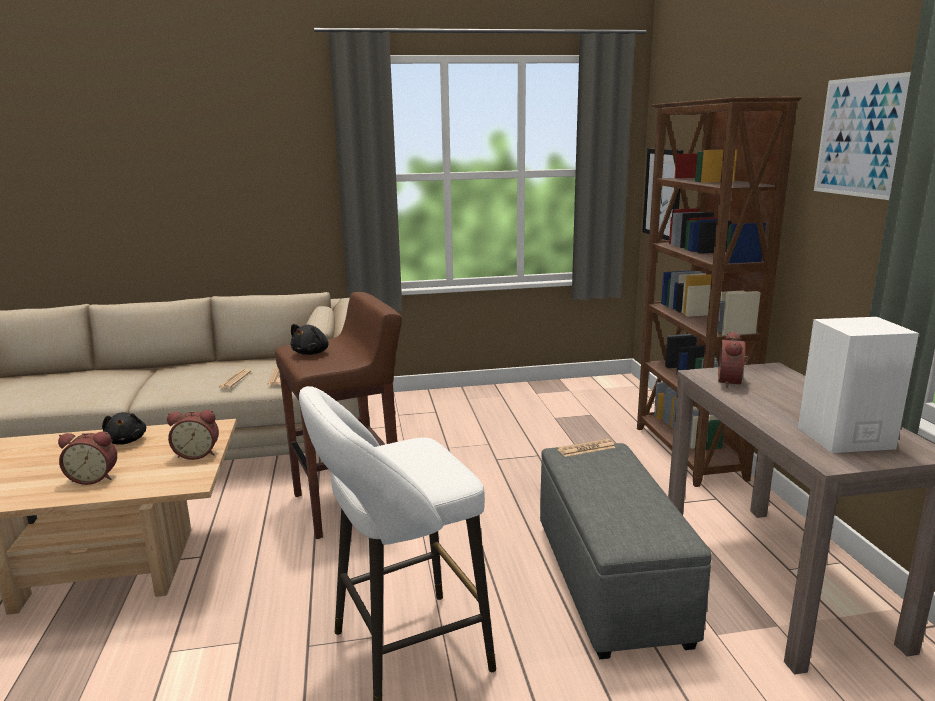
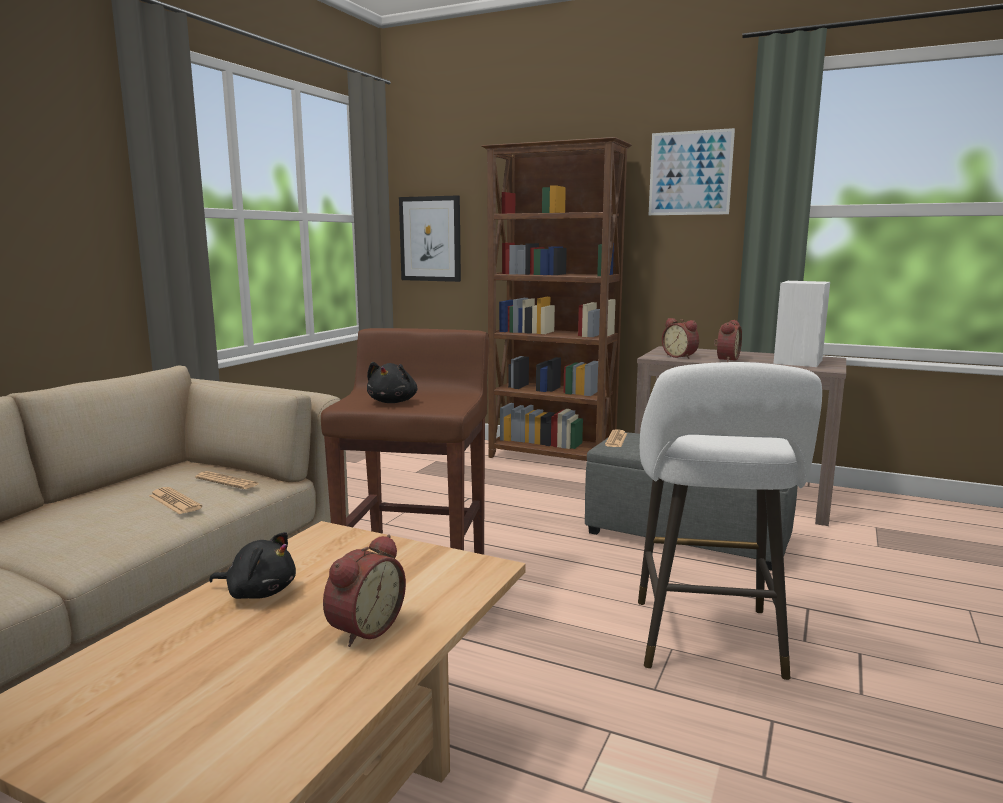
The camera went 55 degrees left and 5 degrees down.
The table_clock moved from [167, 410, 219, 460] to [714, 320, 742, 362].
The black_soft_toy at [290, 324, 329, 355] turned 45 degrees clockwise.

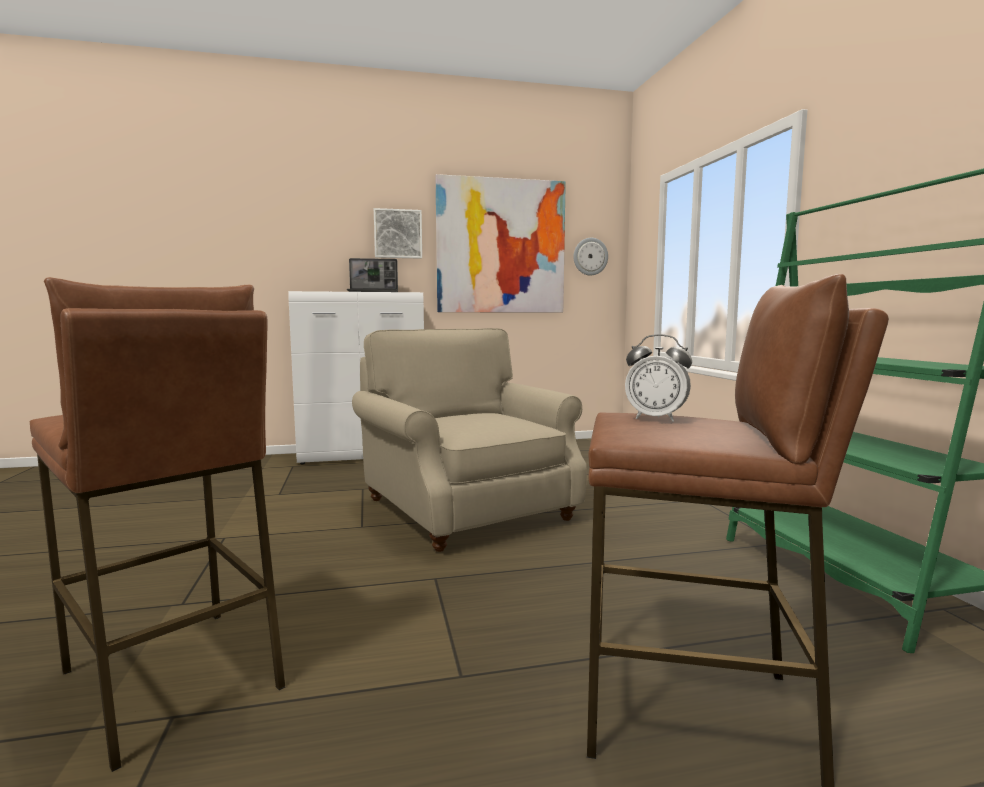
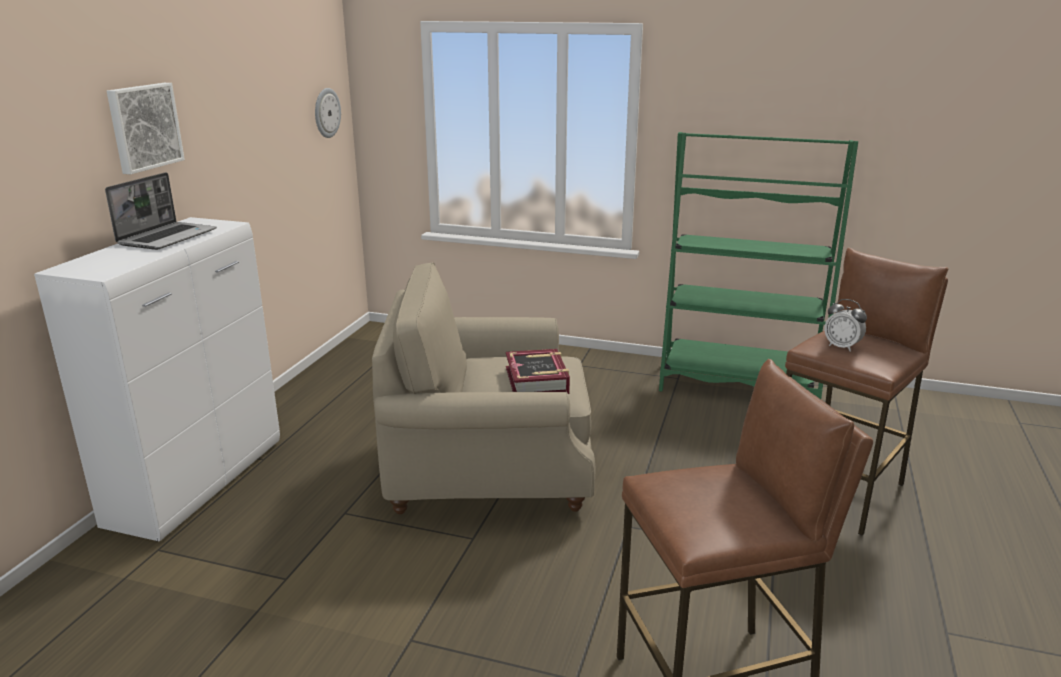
The camera went 60 degrees left and 15 degrees up.
The wall_art at [435, 174, 566, 312] disappeared.
The table_clock at [625, 334, 692, 422] turned 75 degrees clockwise.
The volume at [506, 349, 570, 394] appeared.

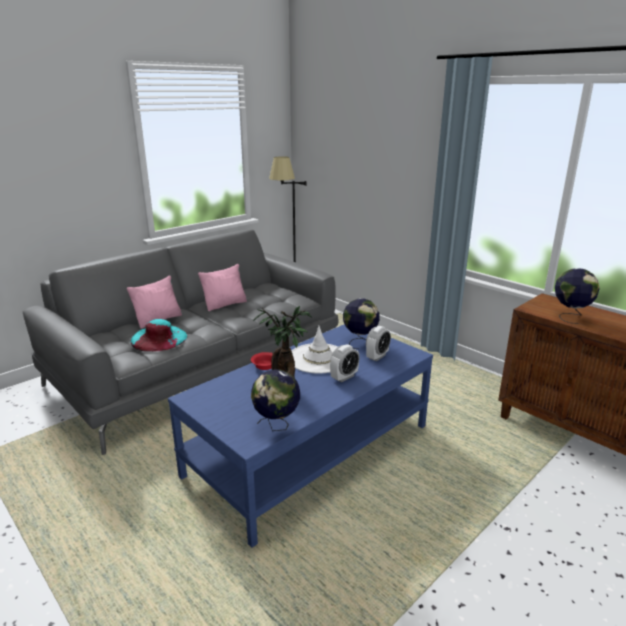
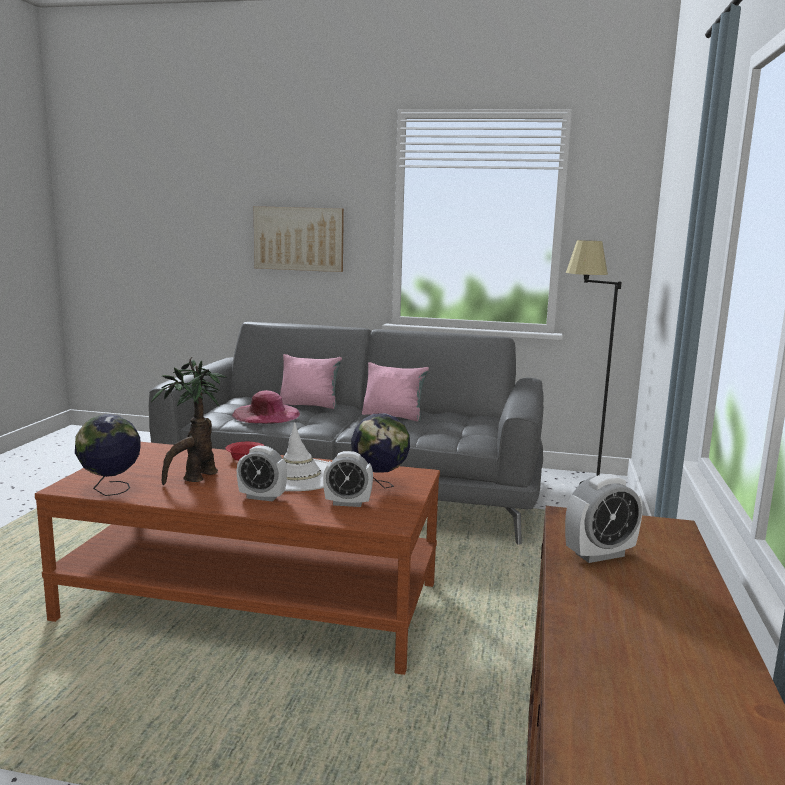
The camera went 55 degrees right and 10 degrees down.
The turquoise_hat at [131, 319, 187, 352] became the pink_hat at [232, 390, 300, 424].
The bluish_low_table at [168, 324, 433, 548] became the brownish_low_table at [35, 442, 440, 675].
The globe at [555, 268, 599, 324] was replaced by the table_clock at [565, 474, 642, 563].
The wall_art at [254, 206, 344, 272] appeared.

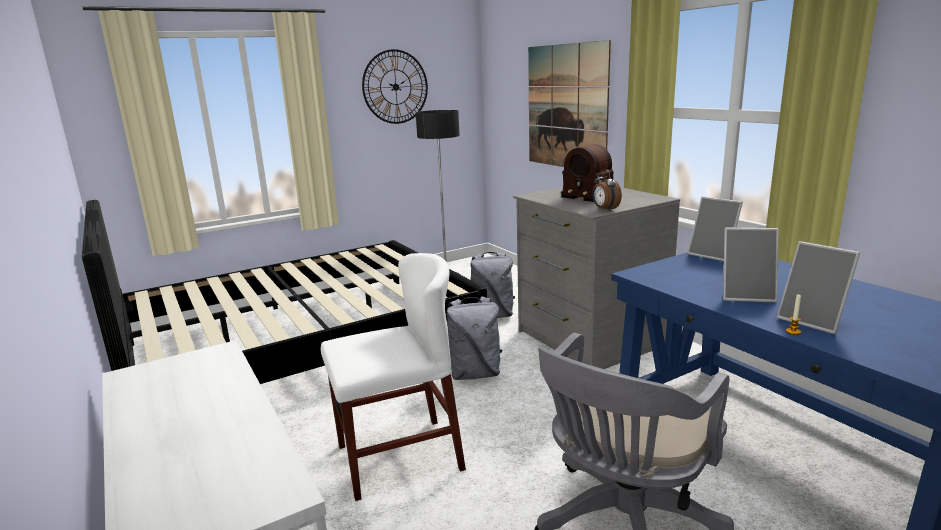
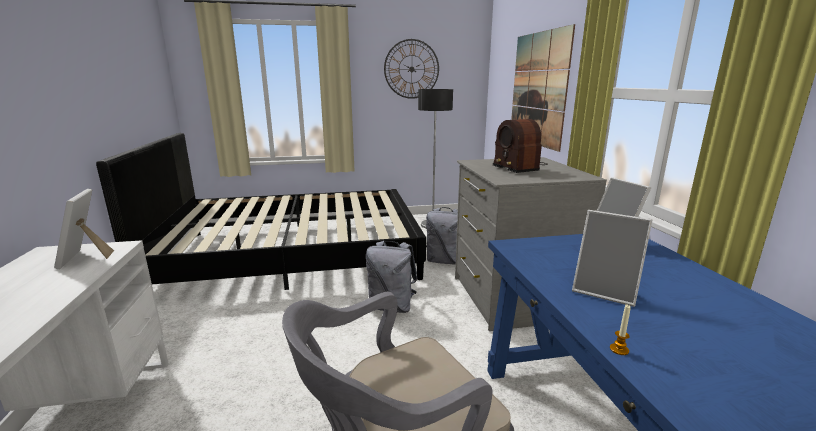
The camera went 20 degrees right and 0 degrees up.
The whitish_chair at [321, 253, 466, 501] disappeared.
The table_clock at [592, 169, 622, 211] disappeared.
The standing_frame moved from [777, 241, 860, 334] to [54, 189, 114, 269].

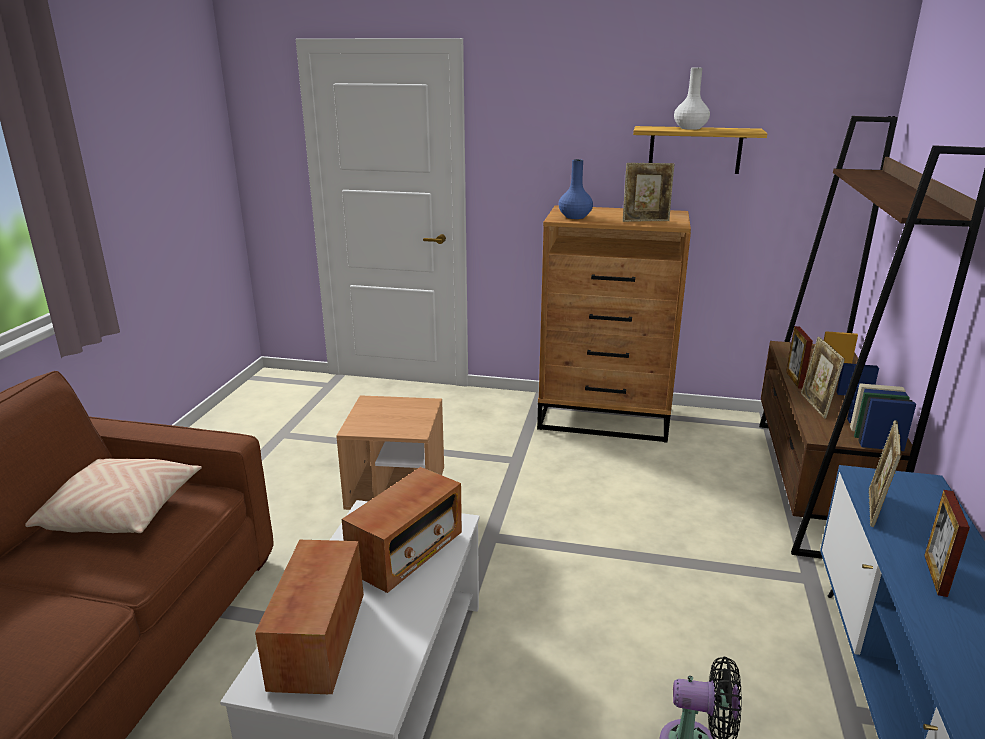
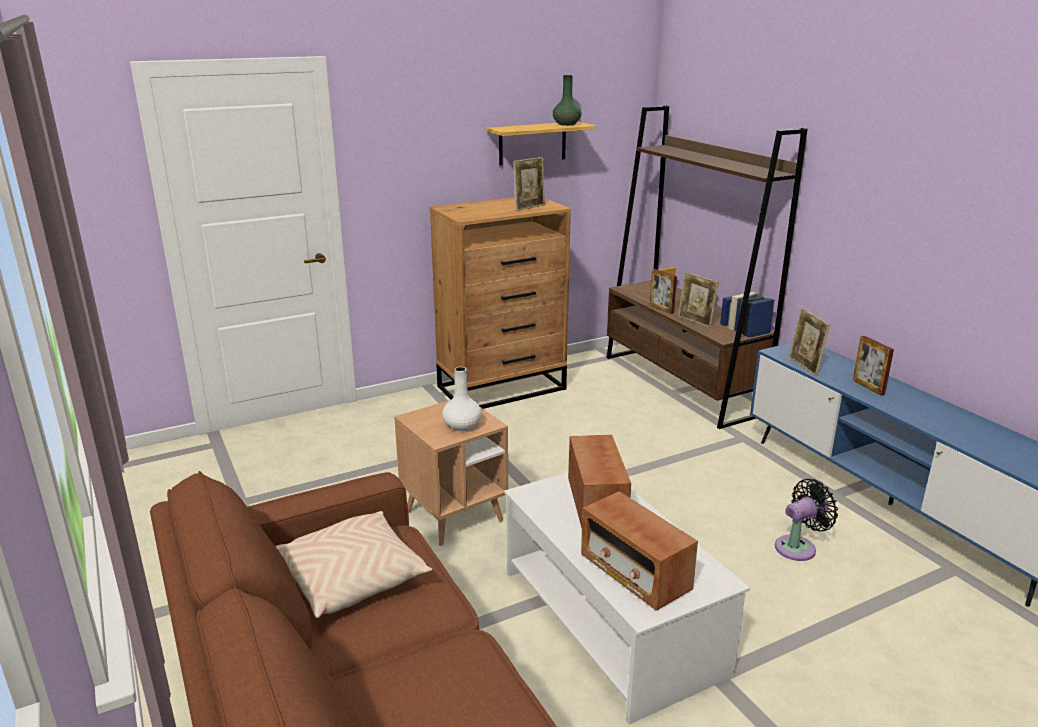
The camera went 40 degrees left and 0 degrees up.
The bluish_vase at [558, 159, 593, 219] disappeared.
The whitish_vase moved from [674, 68, 710, 130] to [442, 367, 481, 431].
The green-coloured_vase at [553, 75, 582, 126] appeared.

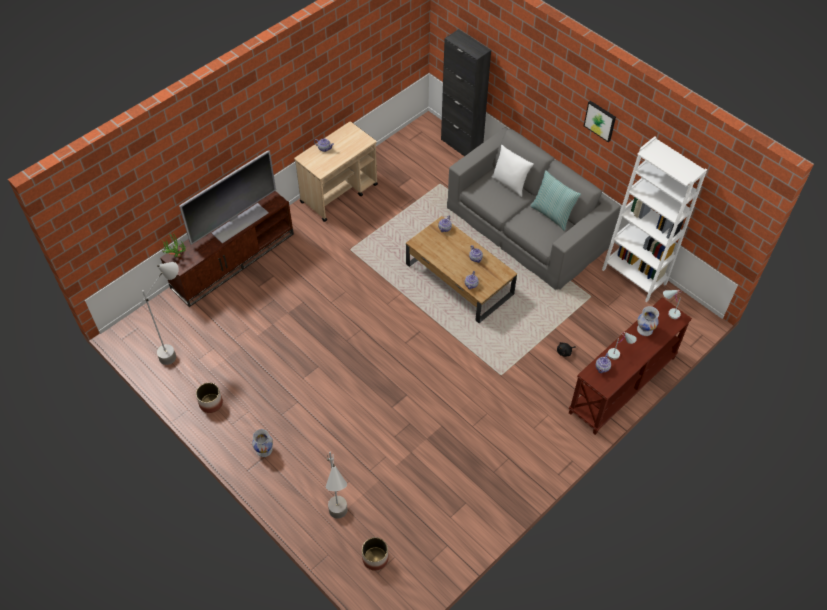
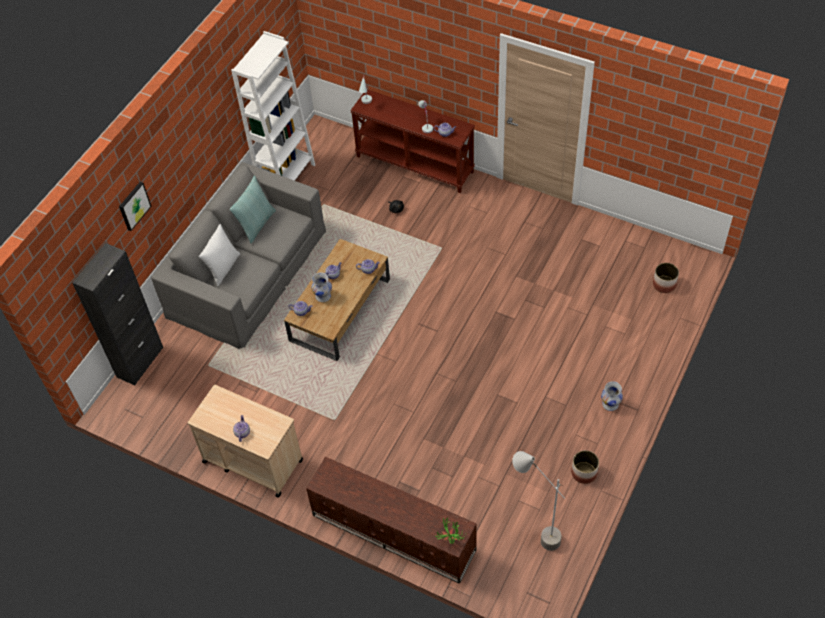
The camera went 105 degrees left and 0 degrees up.
The TV at [179, 150, 276, 245] disappeared.
The grey_floor_lamp at [326, 452, 348, 519] disappeared.
The wall_art moved from [584, 101, 616, 142] to [119, 182, 152, 231].
The whitish_vase moved from [637, 306, 659, 336] to [311, 272, 332, 302].

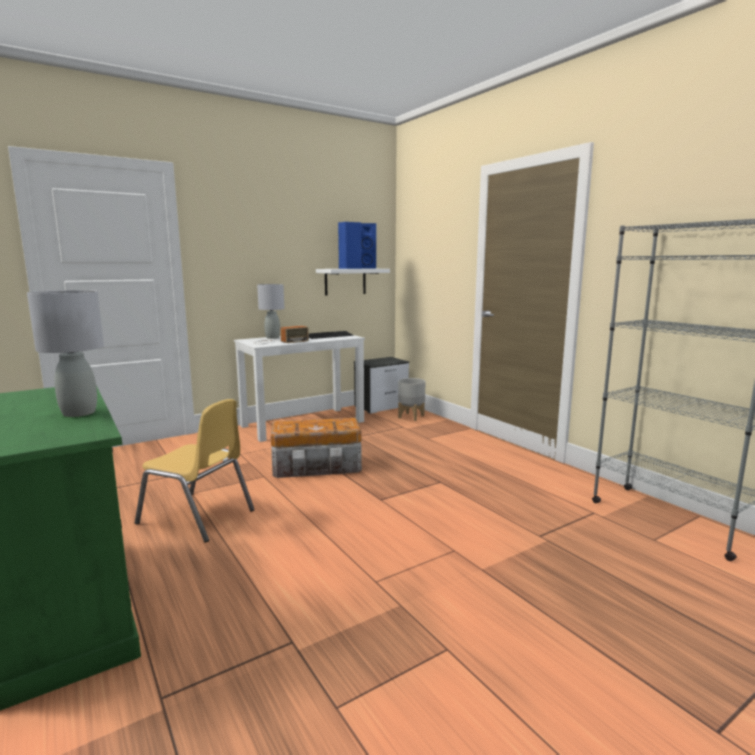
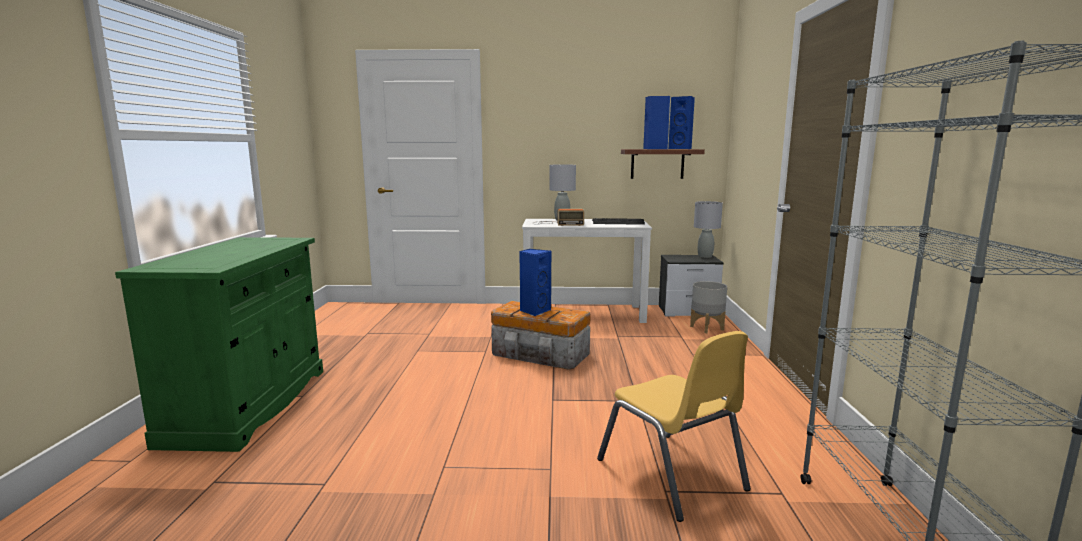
The camera went 35 degrees right and 0 degrees up.
The grey_tabletop_lamp moved from [27, 290, 104, 417] to [694, 201, 723, 258].
The yellow-coloured_chair moved from [135, 399, 255, 543] to [597, 331, 751, 522].
The whitish_shelf at [316, 269, 390, 295] became the brownish_shelf at [621, 149, 705, 179].
The bluish_loudspeaker at [519, 249, 551, 316] appeared.

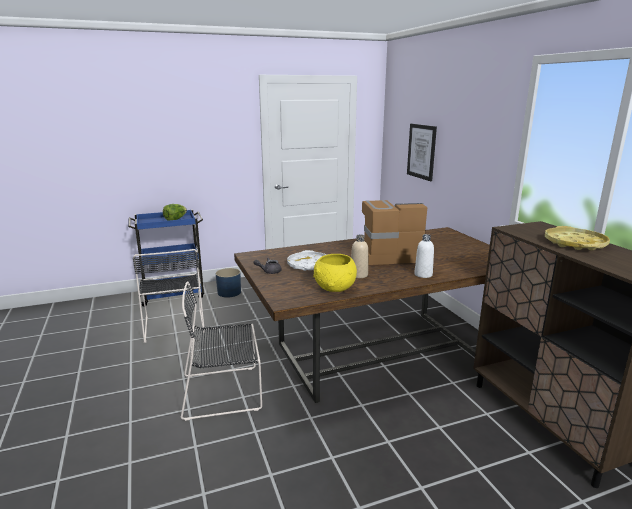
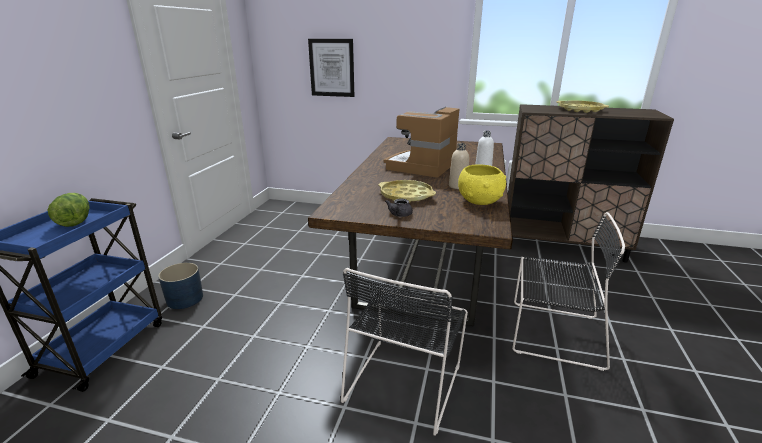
The camera went 55 degrees left and 5 degrees up.
The black_chair moved from [133, 249, 205, 343] to [512, 212, 625, 371].
The whitish_serving_tray at [287, 250, 327, 271] became the yellow-coloured_serving_tray at [379, 180, 436, 203].

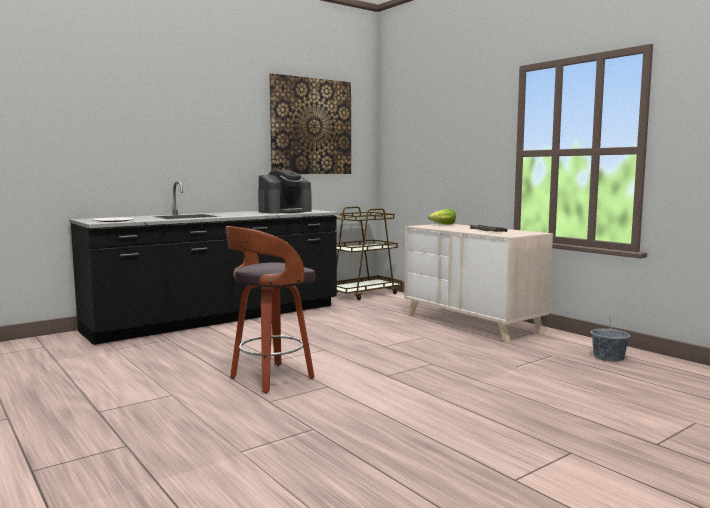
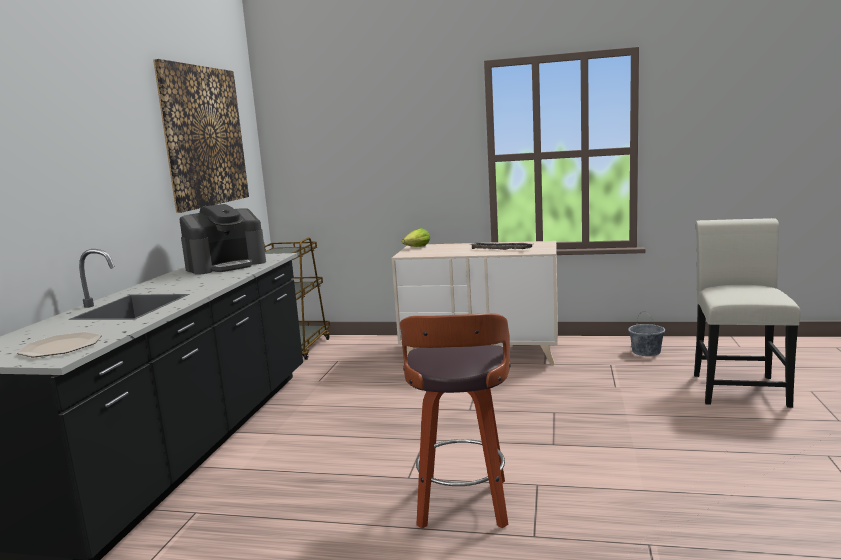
The camera went 40 degrees left and 5 degrees up.
The coffee_machine at [258, 170, 312, 214] turned 45 degrees clockwise.
The whitish_chair at [694, 218, 800, 408] appeared.

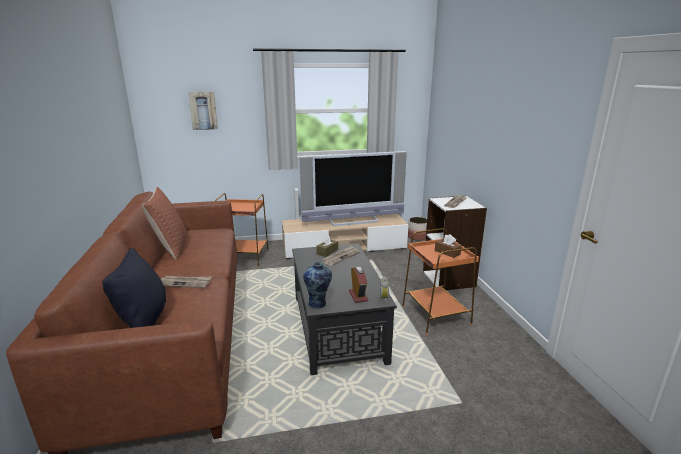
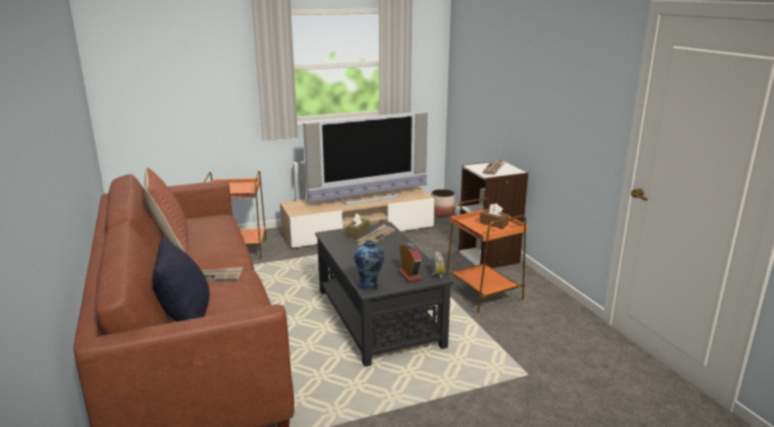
The camera went 10 degrees left and 0 degrees up.
The wall_art at [188, 92, 218, 130] disappeared.

